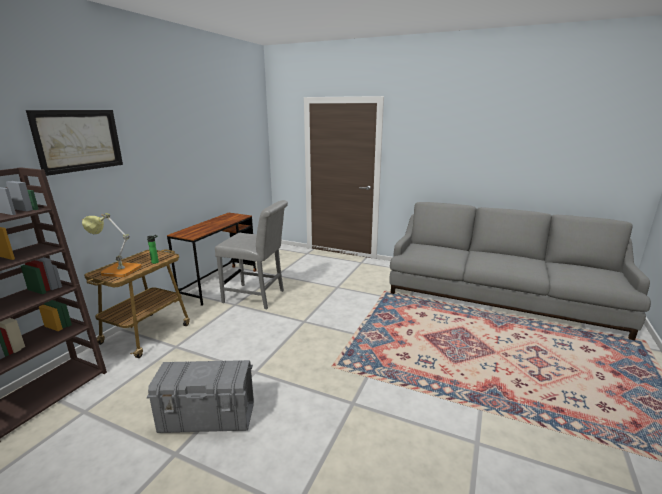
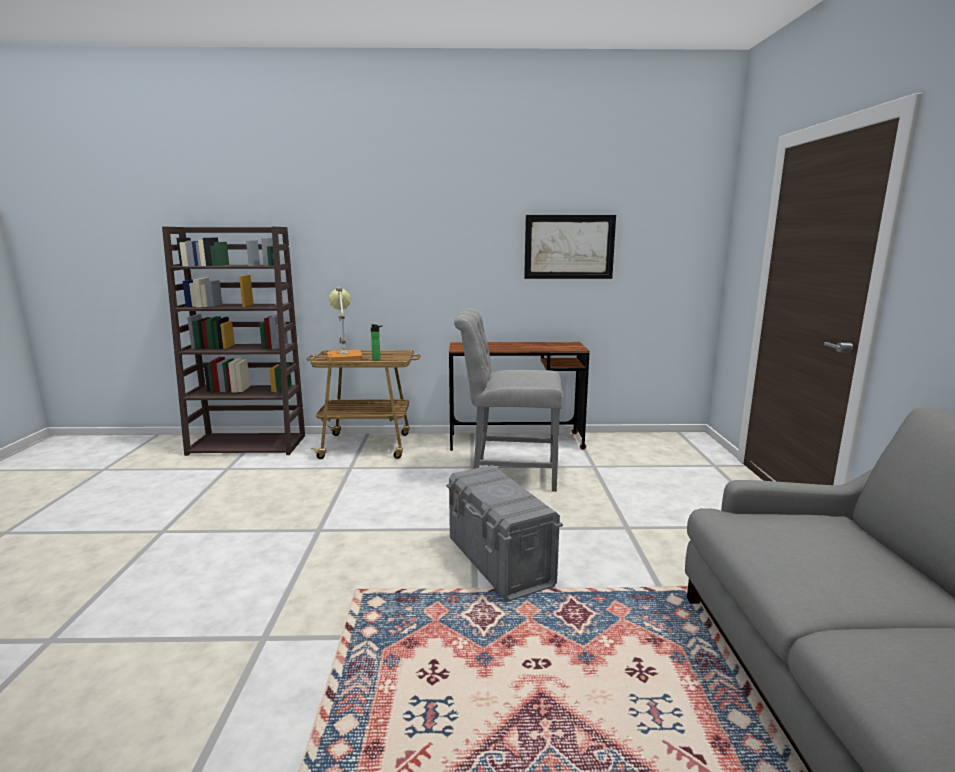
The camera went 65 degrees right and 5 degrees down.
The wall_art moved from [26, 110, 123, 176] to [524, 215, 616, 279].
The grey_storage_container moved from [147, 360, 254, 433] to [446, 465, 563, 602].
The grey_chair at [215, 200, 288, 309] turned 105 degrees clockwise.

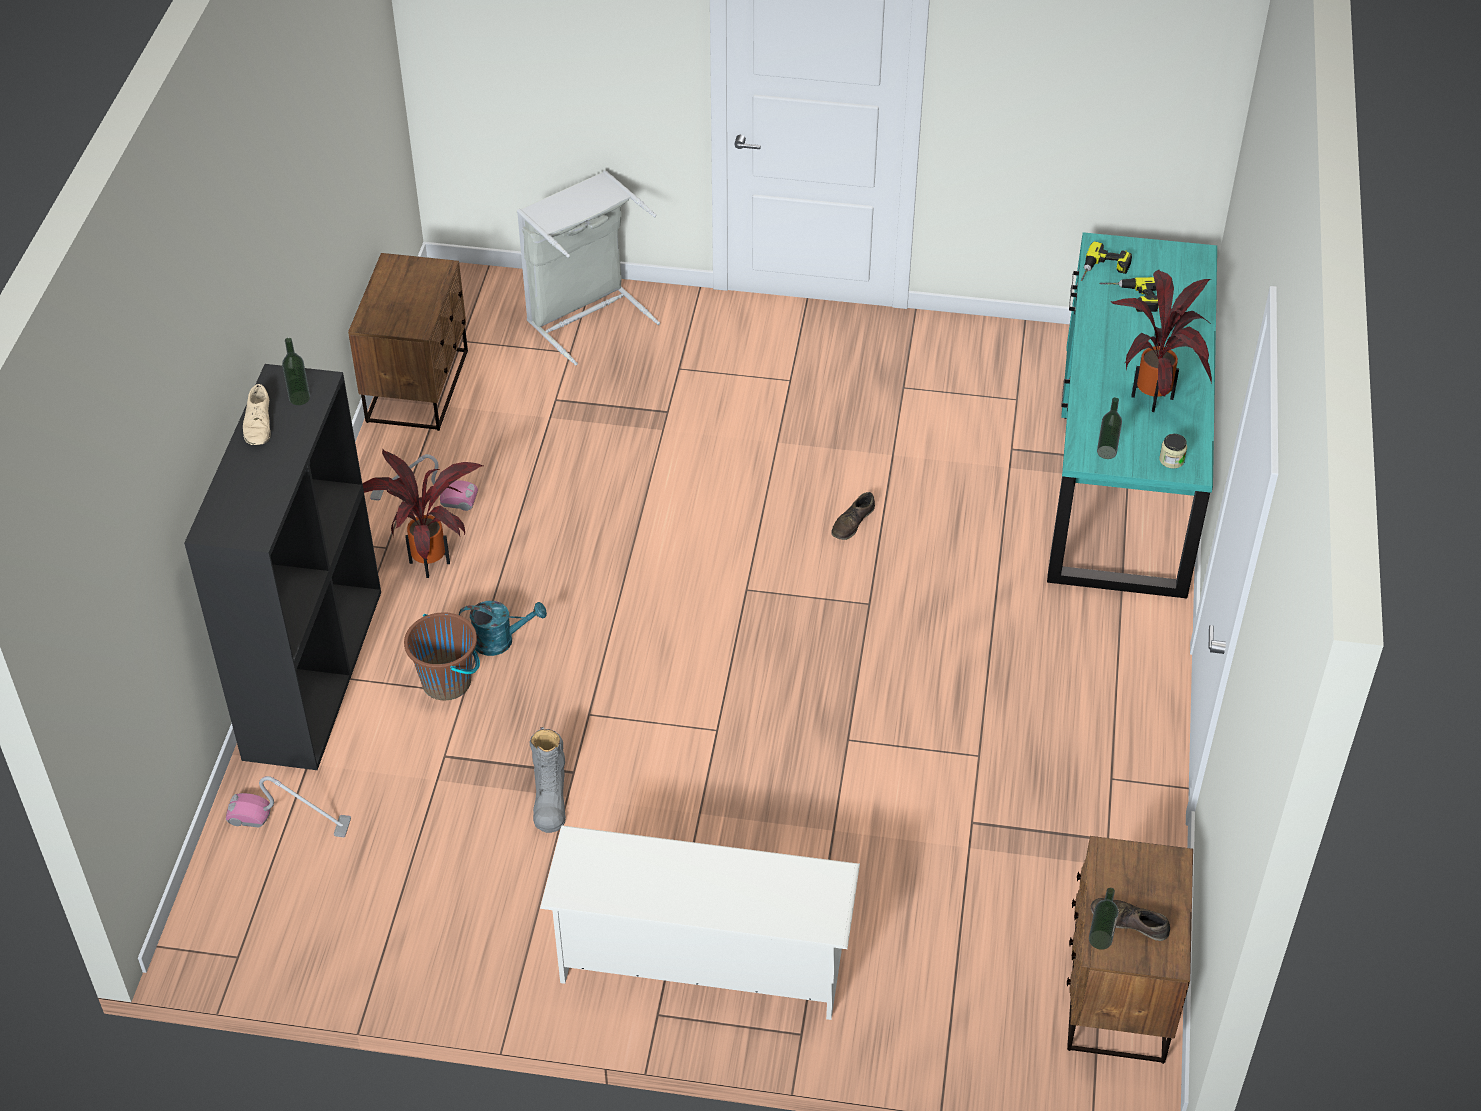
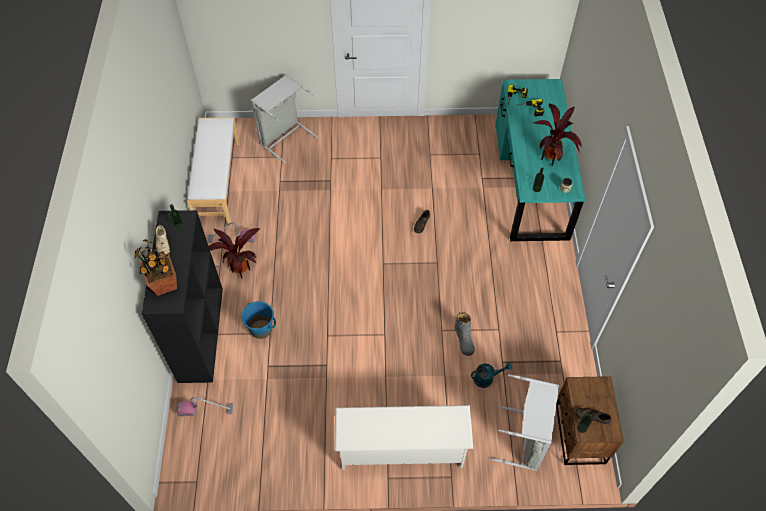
The camera went 10 degrees left and 10 degrees up.
The brownish_night_table at [348, 253, 468, 431] was replaced by the whitish_bench at [187, 117, 240, 226].
The brownish_water_bucket at [404, 612, 480, 700] became the bluish_water_bucket at [241, 301, 276, 339].
The turquoise_watering_pot moved from [459, 601, 547, 656] to [471, 362, 512, 388].
The grey_boot moved from [530, 727, 566, 833] to [455, 312, 475, 356].
The potted_plant at [134, 239, 177, 296] appeared.
The grey_hamper at [489, 374, 559, 471] appeared.

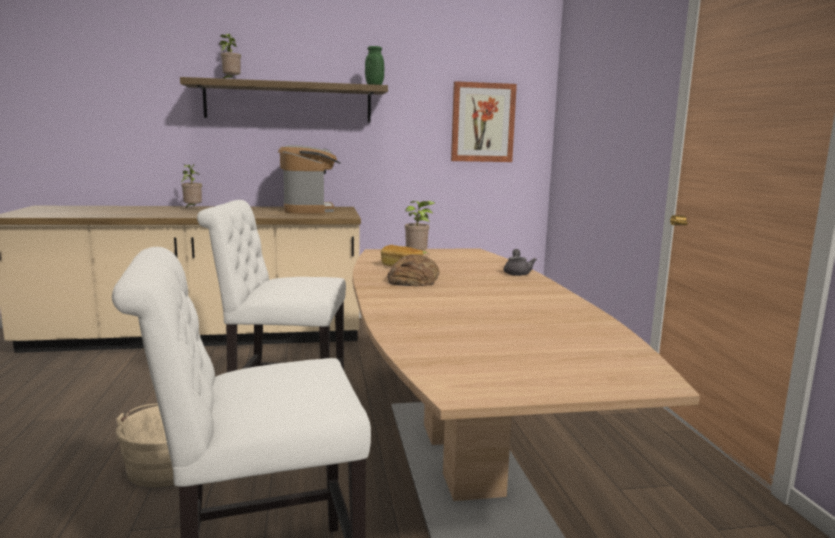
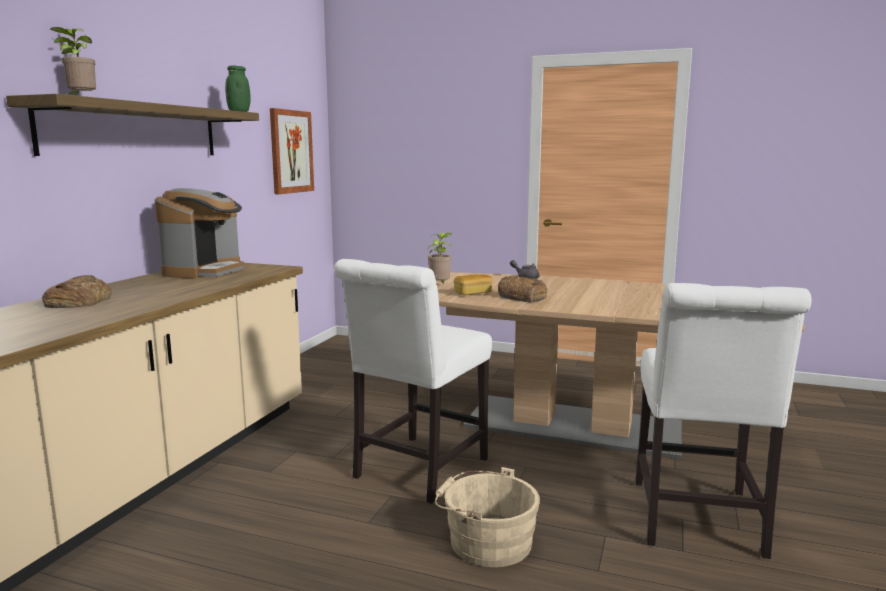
The camera went 60 degrees left and 0 degrees up.
The potted_plant at [181, 164, 202, 208] was replaced by the bakery_bread at [42, 275, 112, 308].
The coffee_machine at [278, 145, 340, 214] turned 90 degrees clockwise.

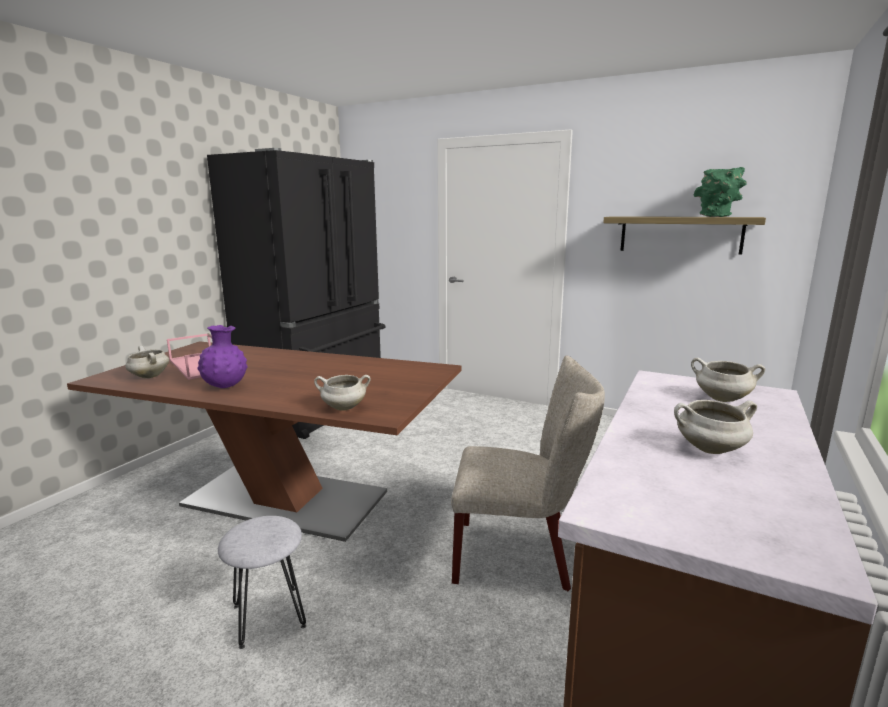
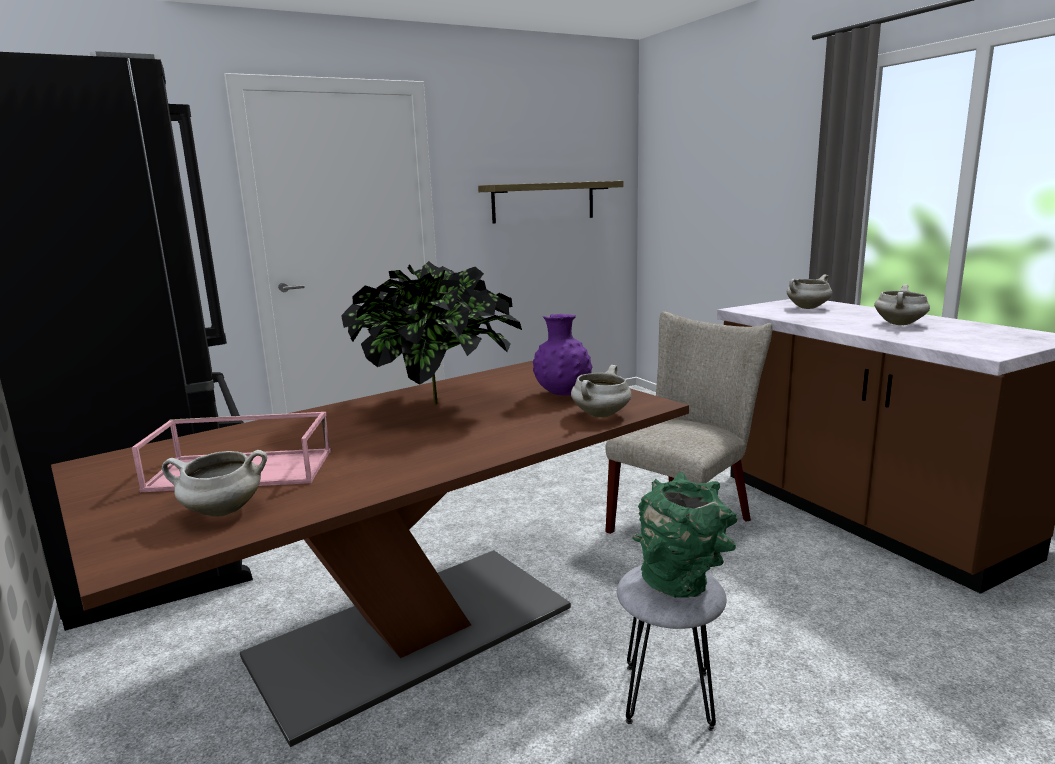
The camera went 55 degrees left and 0 degrees up.
The purplish_vase moved from [197, 325, 248, 388] to [533, 314, 592, 396].
The green-coloured_vase moved from [694, 167, 747, 217] to [632, 472, 738, 598].
The potted_plant at [341, 261, 522, 404] appeared.

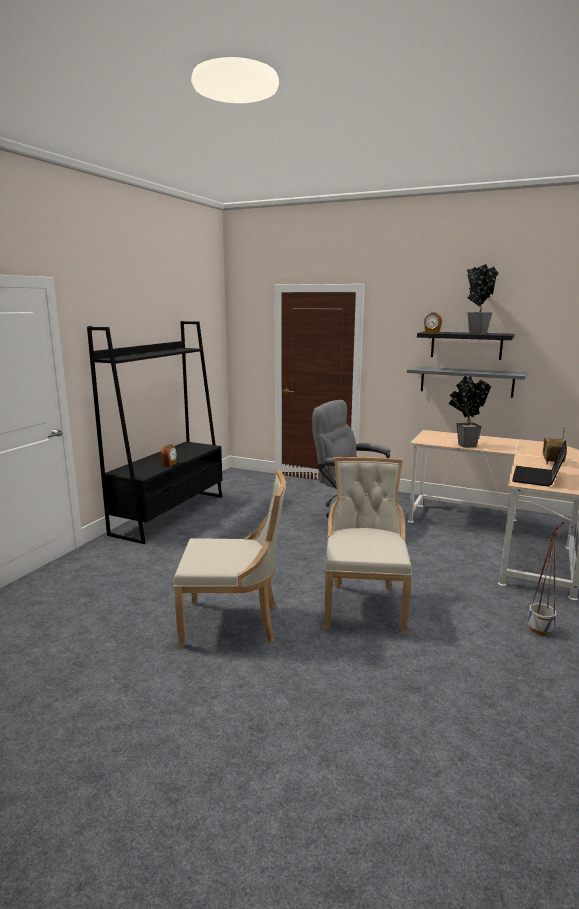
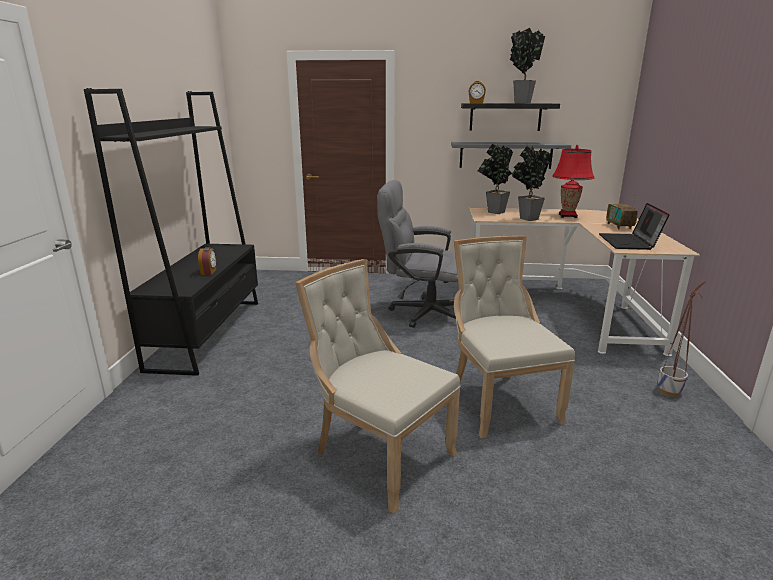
The camera went 20 degrees left and 5 degrees up.
The beige-coloured_chair at [174, 470, 286, 648] turned 120 degrees counterclockwise.
The potted_plant at [478, 143, 513, 214] appeared.
The reddish_tabletop_lamp at [552, 145, 594, 218] appeared.

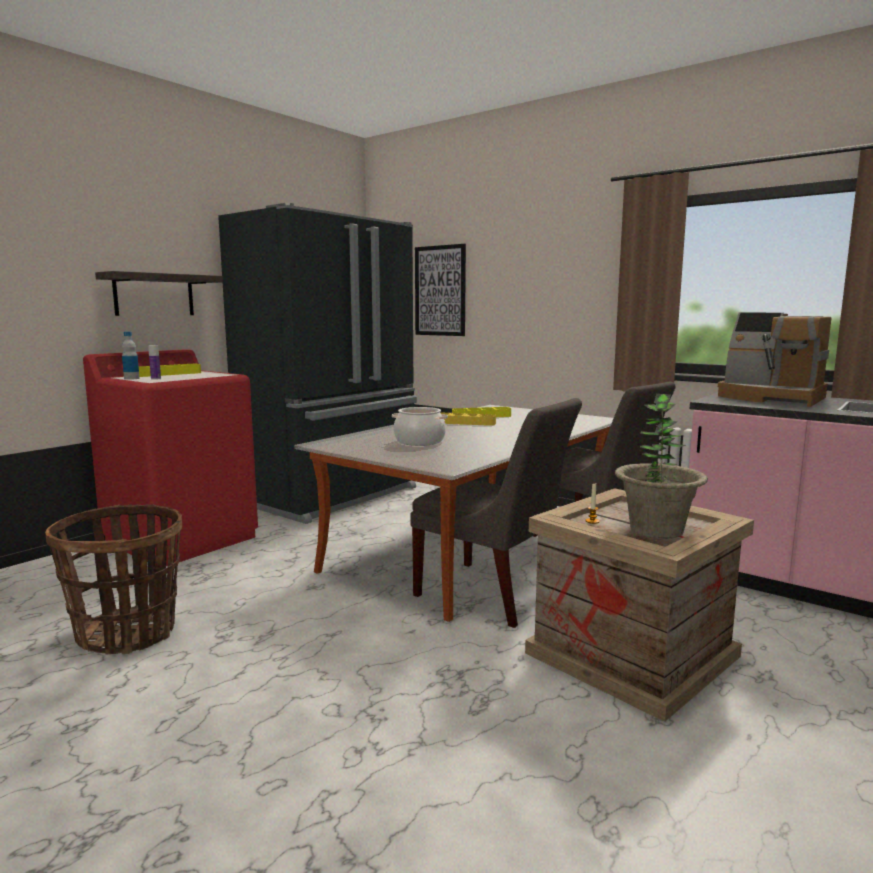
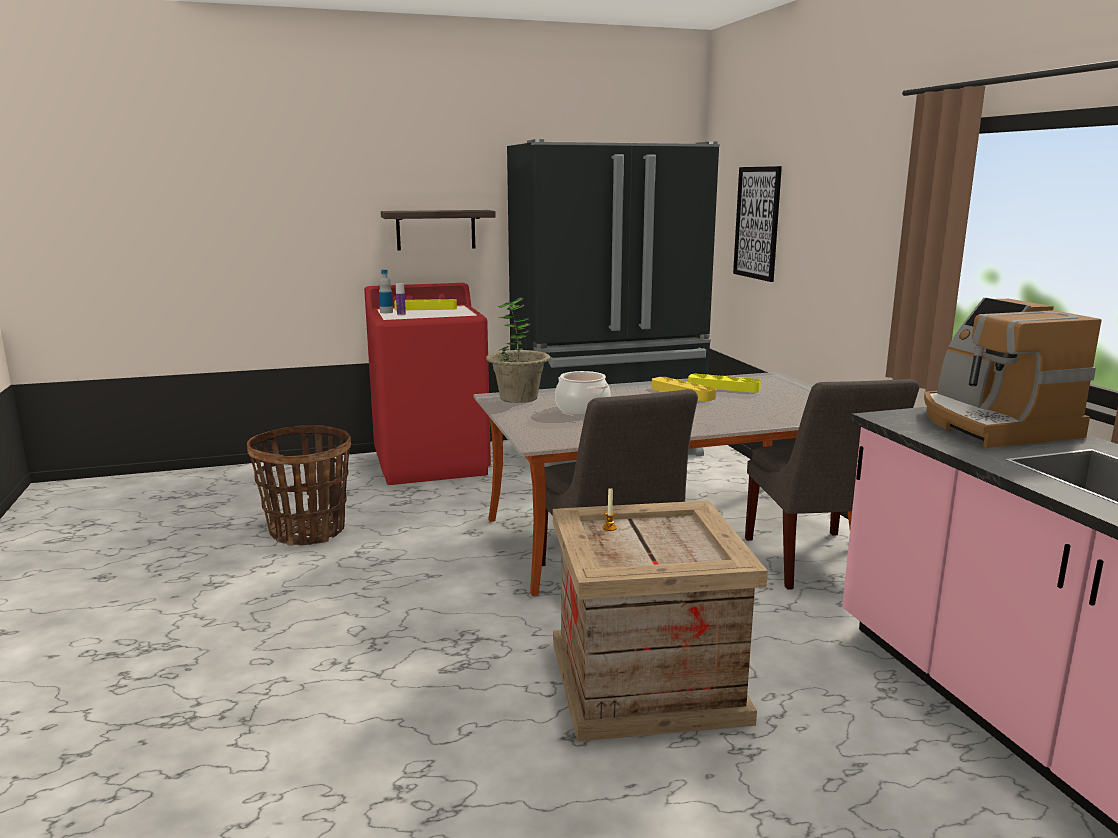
The camera went 35 degrees right and 5 degrees up.
The potted_plant moved from [615, 394, 708, 539] to [486, 297, 550, 403].

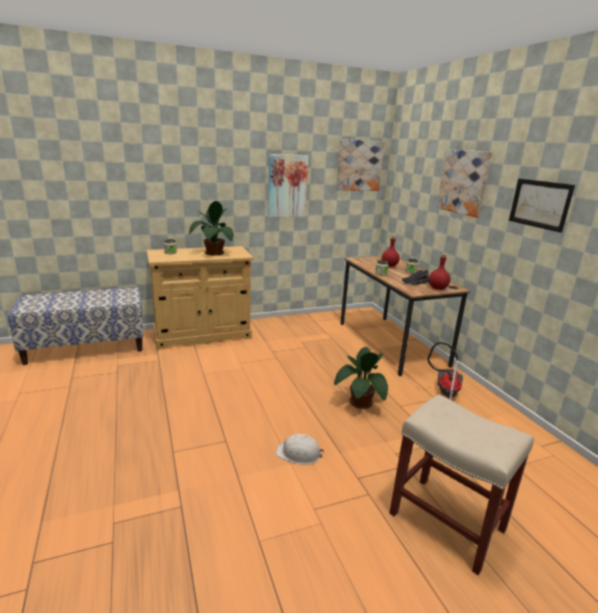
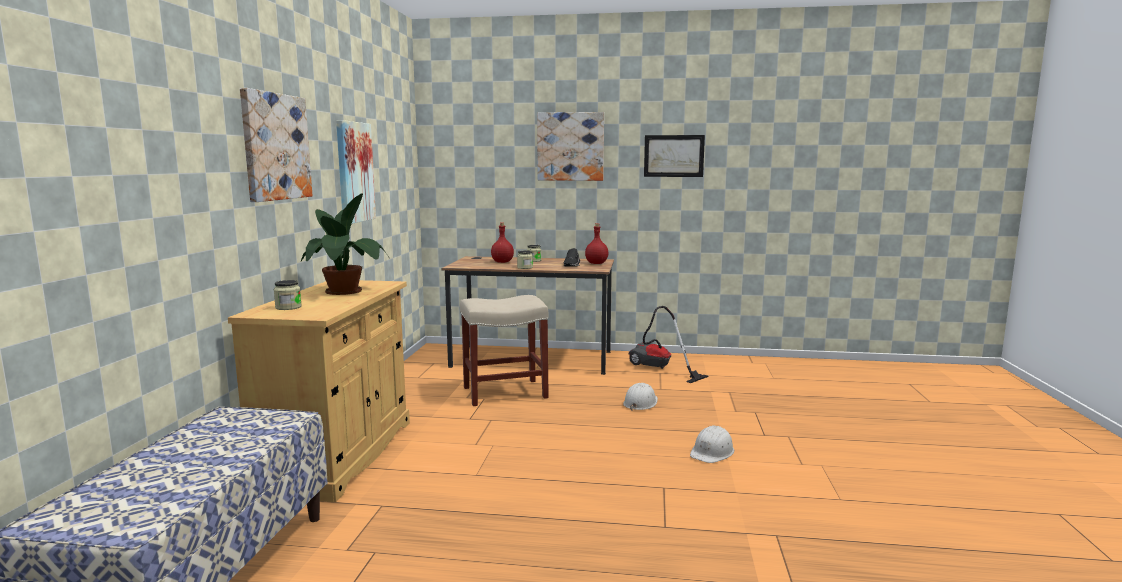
The camera went 60 degrees left and 10 degrees down.
The potted_plant at [334, 347, 388, 409] was replaced by the whitish_safety_helmet at [623, 383, 658, 411].
The wall_art moved from [336, 139, 385, 191] to [240, 88, 313, 202].
The beige-coloured_stool moved from [390, 394, 534, 575] to [460, 295, 549, 406].

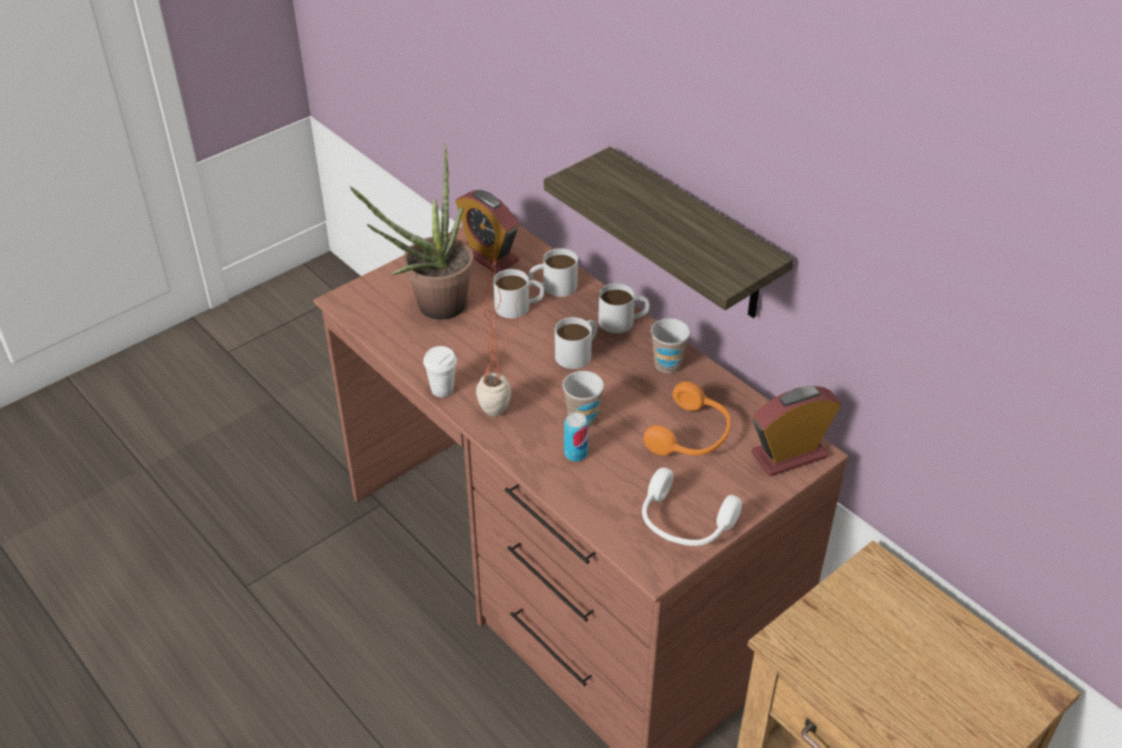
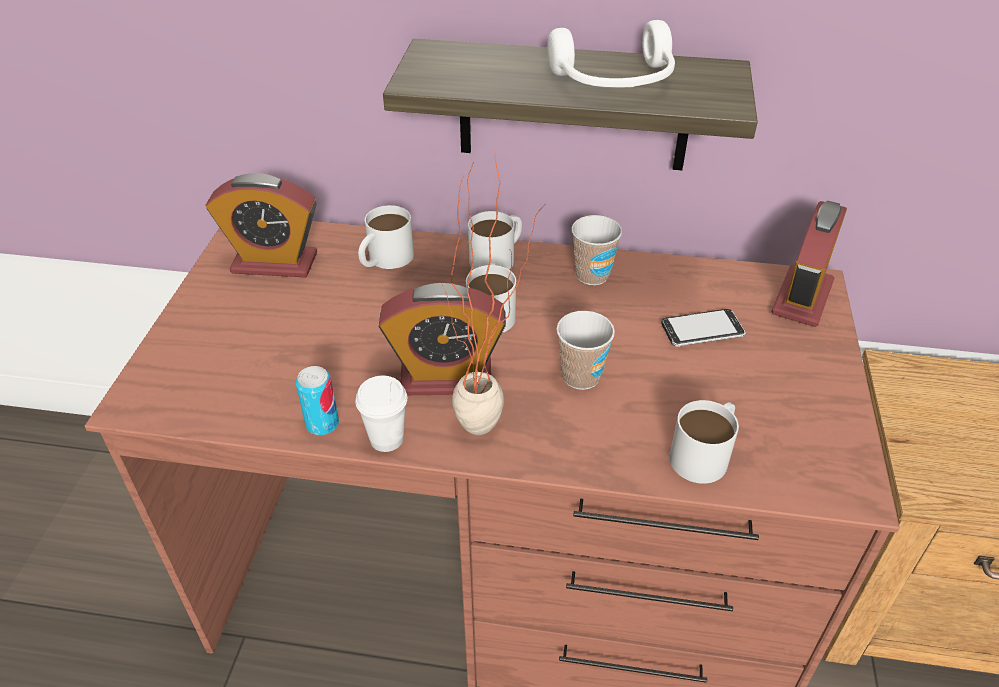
The camera went 40 degrees left and 0 degrees up.
The potted_plant at [349, 144, 474, 320] disappeared.
The whitish_tea_mug moved from [493, 269, 544, 318] to [669, 400, 739, 484].
The can moved from [564, 412, 588, 462] to [296, 366, 339, 435].
The whitish_headset moved from [642, 468, 742, 546] to [547, 20, 675, 88].
The orange-coloured_headset at [643, 381, 731, 456] was replaced by the phone at [661, 309, 746, 347].
The table_clock at [379, 283, 506, 395] appeared.

